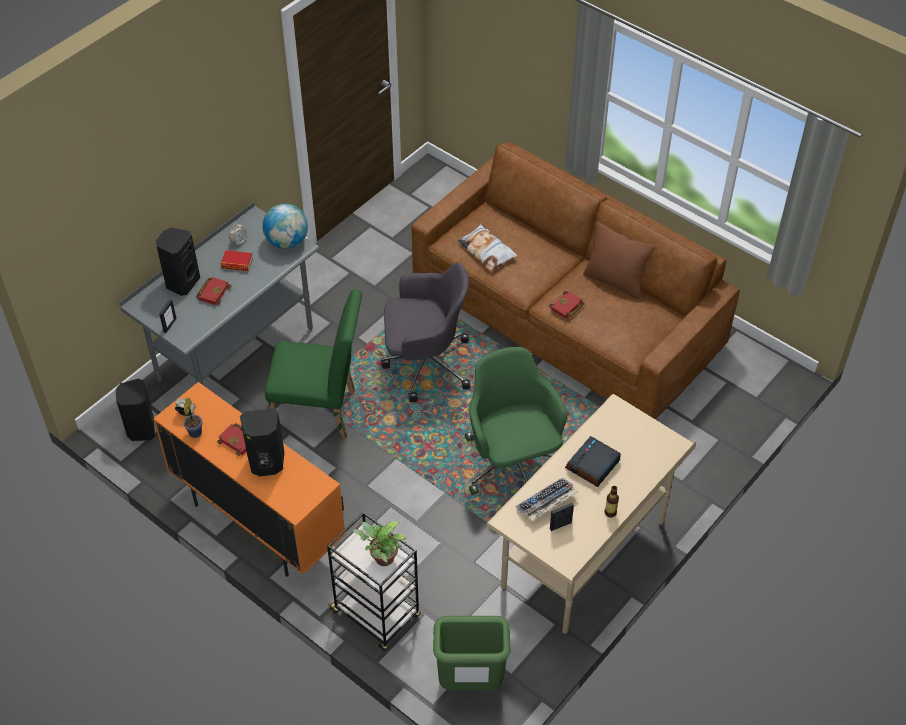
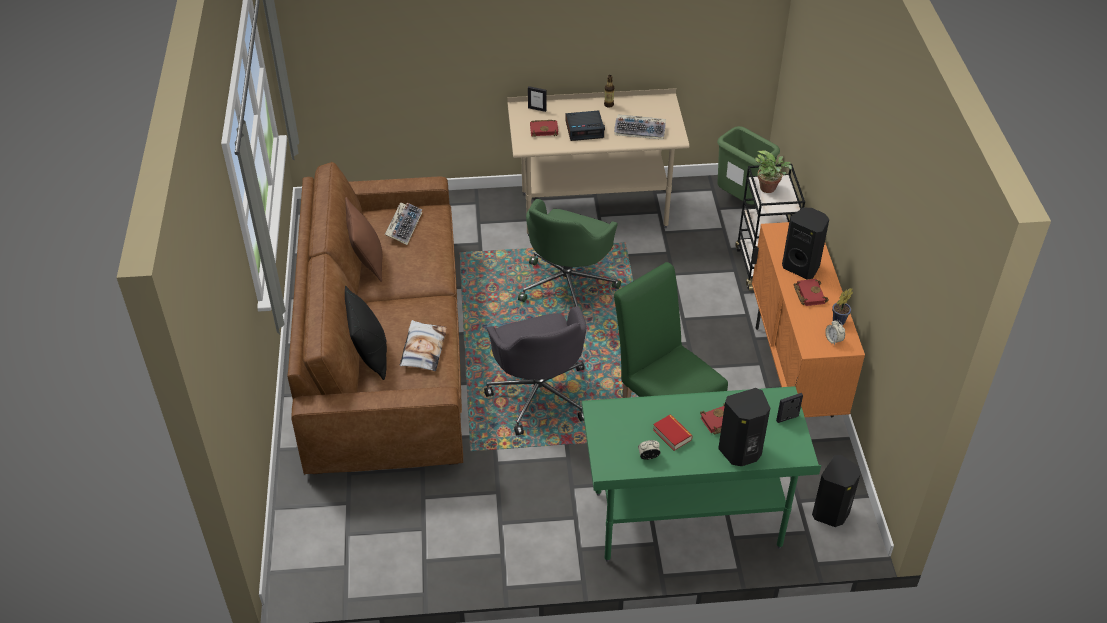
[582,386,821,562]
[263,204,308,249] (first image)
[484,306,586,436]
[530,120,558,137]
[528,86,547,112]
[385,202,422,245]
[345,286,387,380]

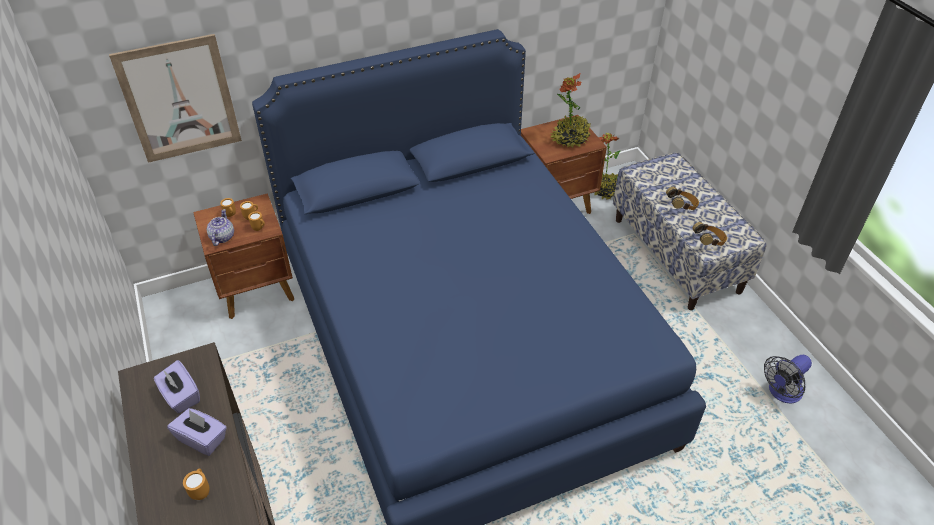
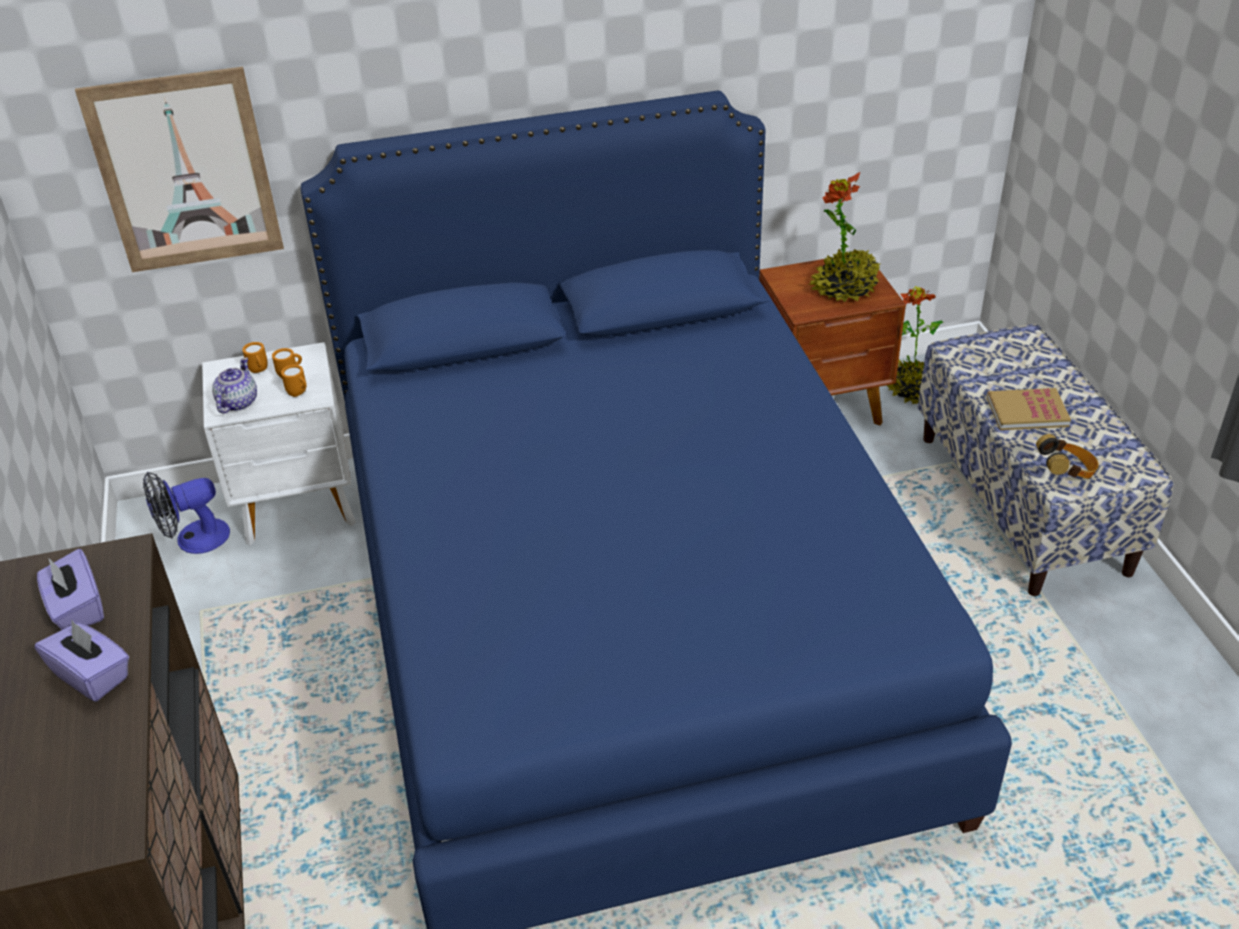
[987,388,1071,430]
[202,342,356,545]
[143,472,230,554]
[183,468,210,500] (first image)

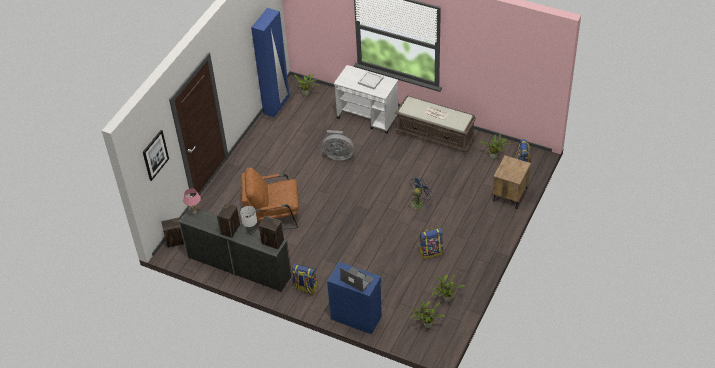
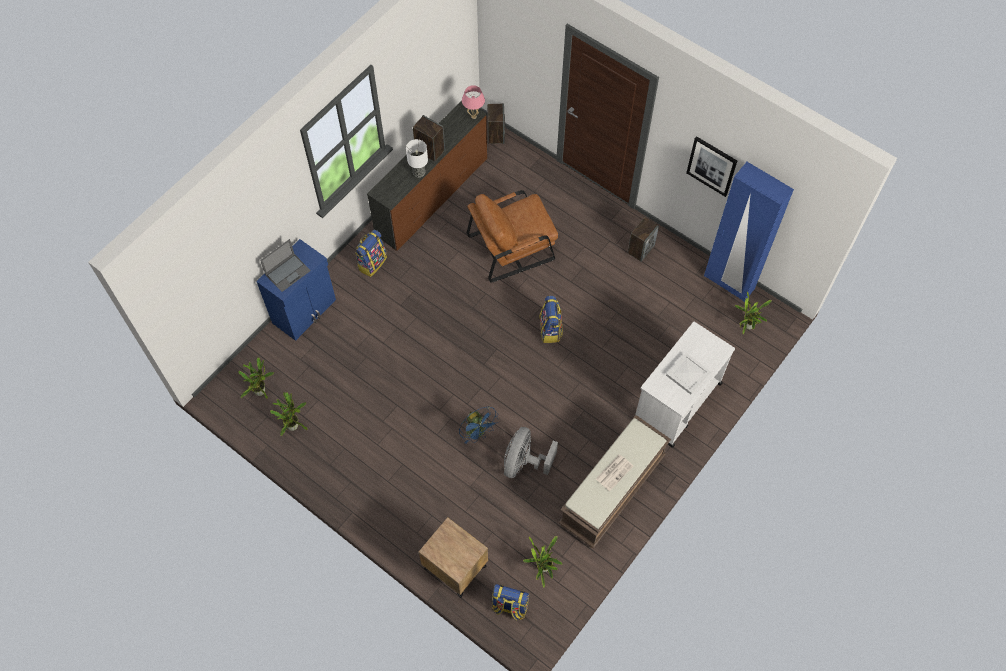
[686,136,737,197]
[504,427,558,478]
[467,190,558,282]
[627,217,659,262]
[539,296,563,343]

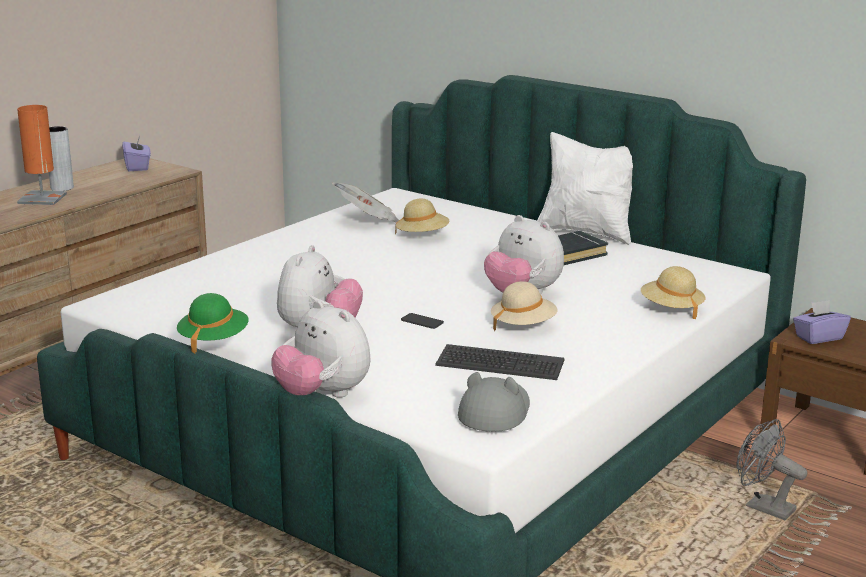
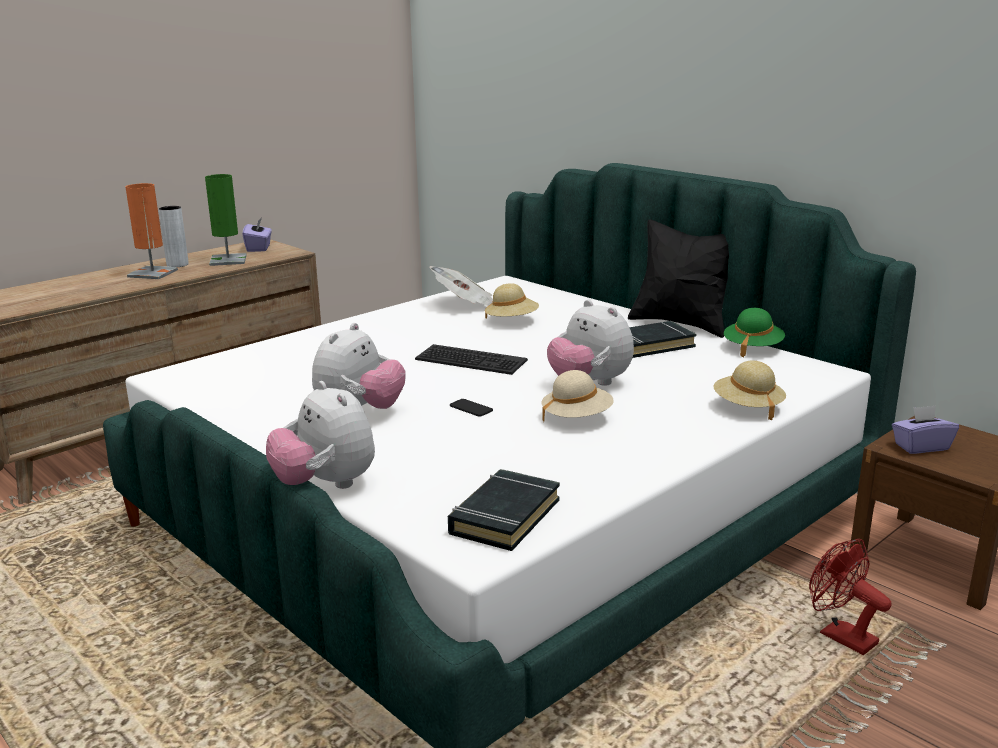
[628,219,729,338]
[724,308,785,358]
[415,344,528,375]
[448,469,560,551]
[809,539,892,655]
[205,174,247,266]

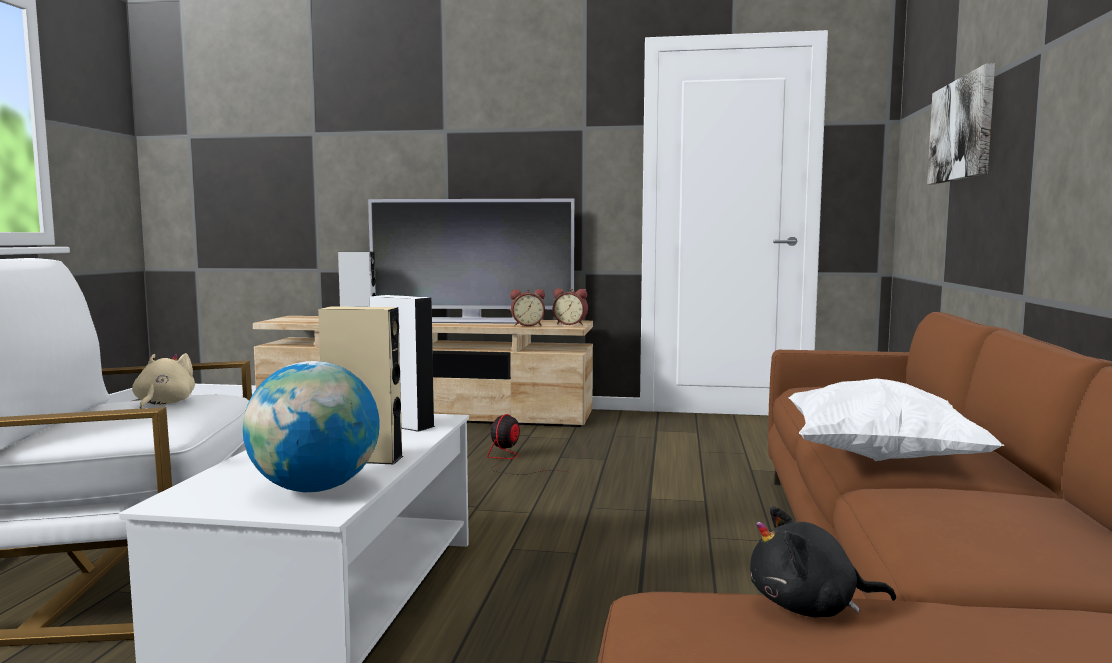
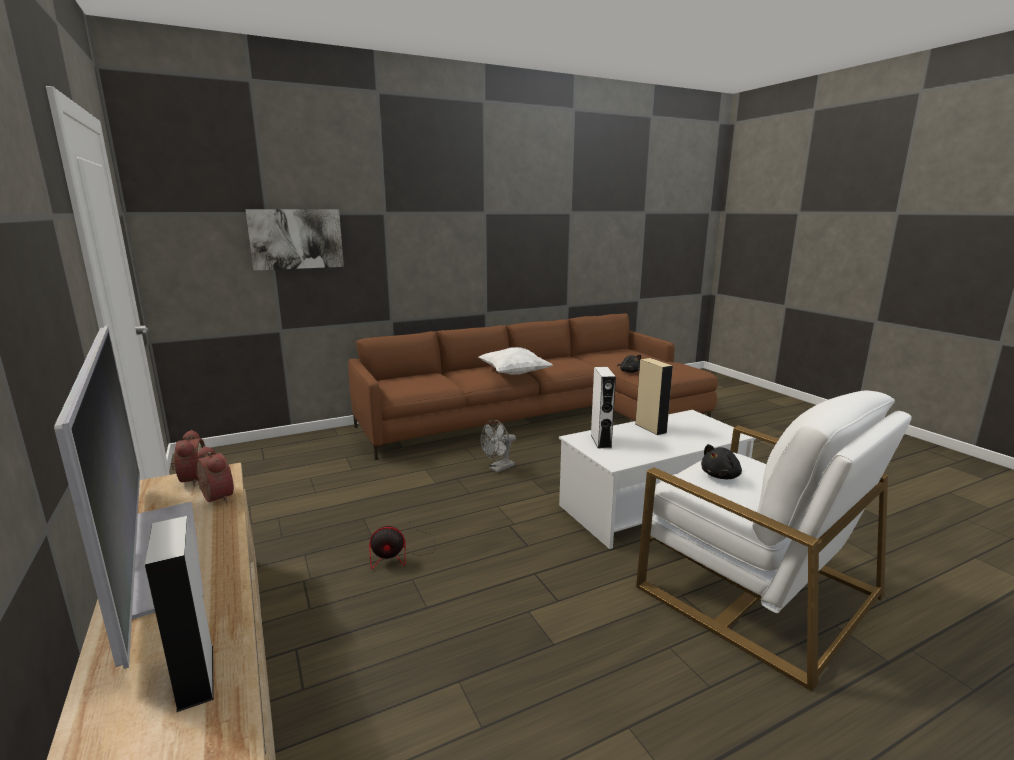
[701,444,742,479]
[243,361,380,493] (first image)
[480,420,516,473]

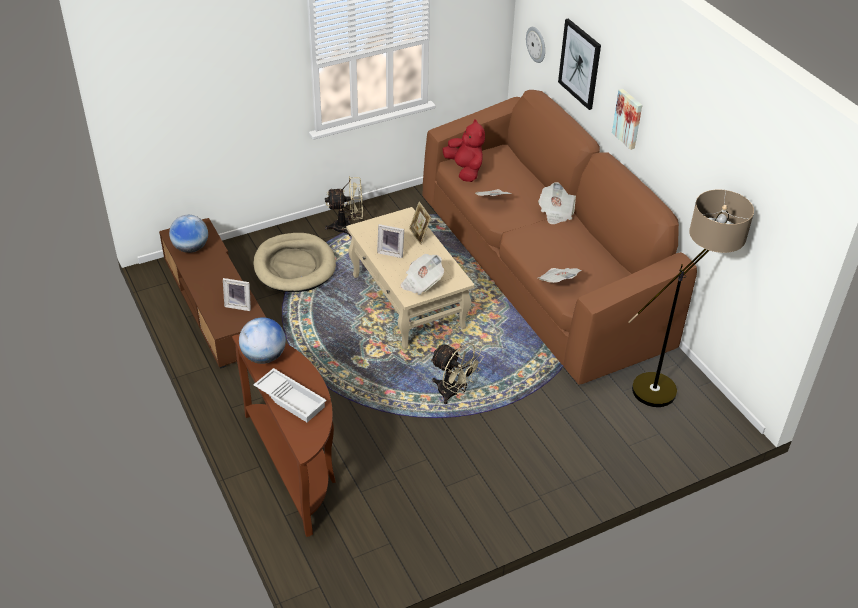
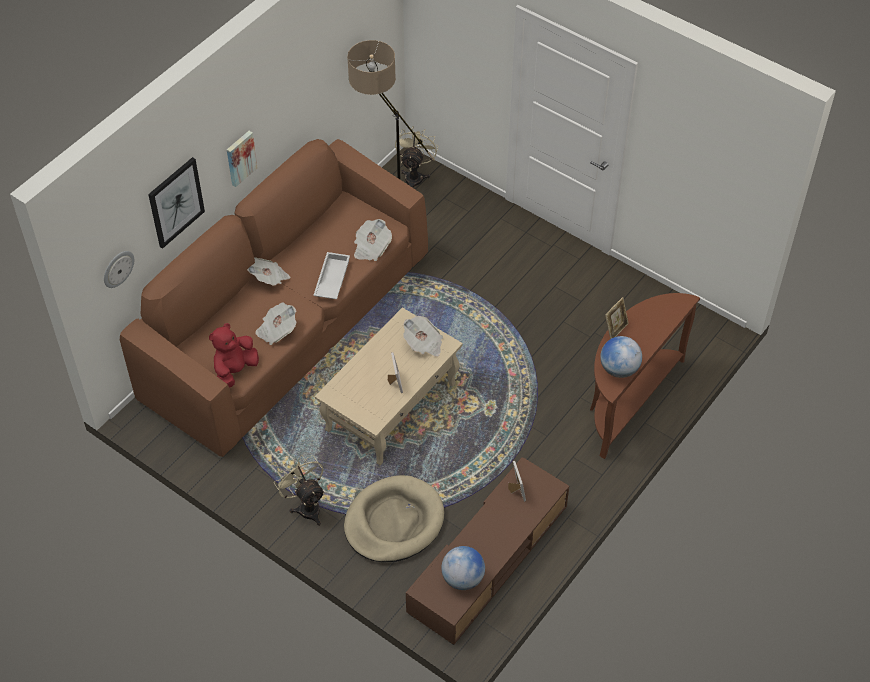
[605,297,629,339]
[395,126,438,188]
[313,252,350,299]

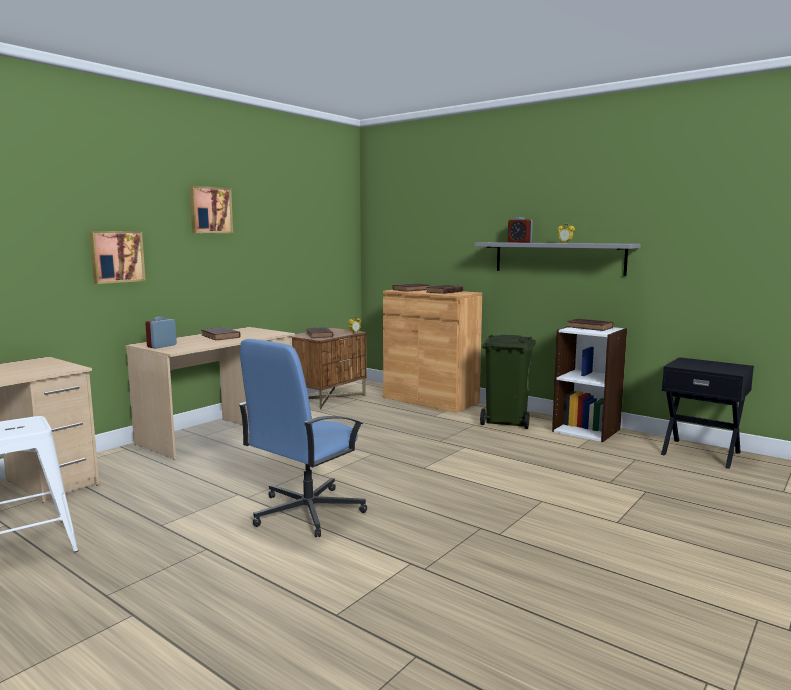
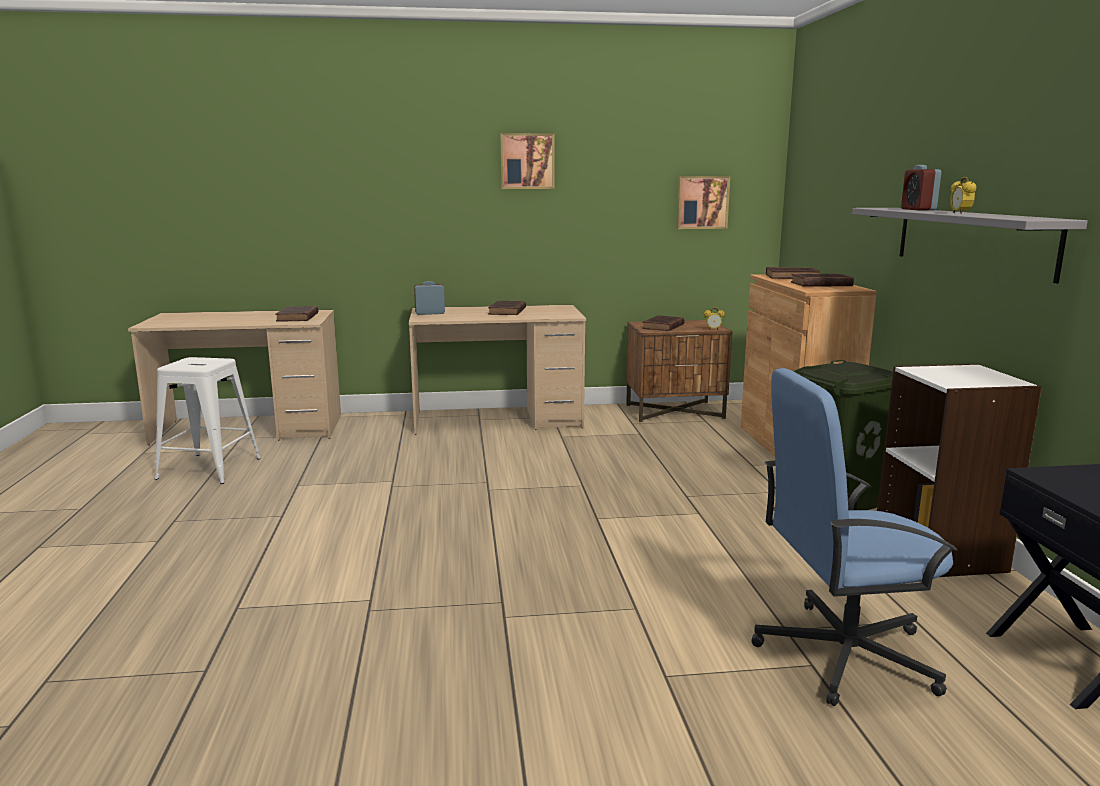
[676,176,730,229]
[275,306,318,322]
[751,368,958,706]

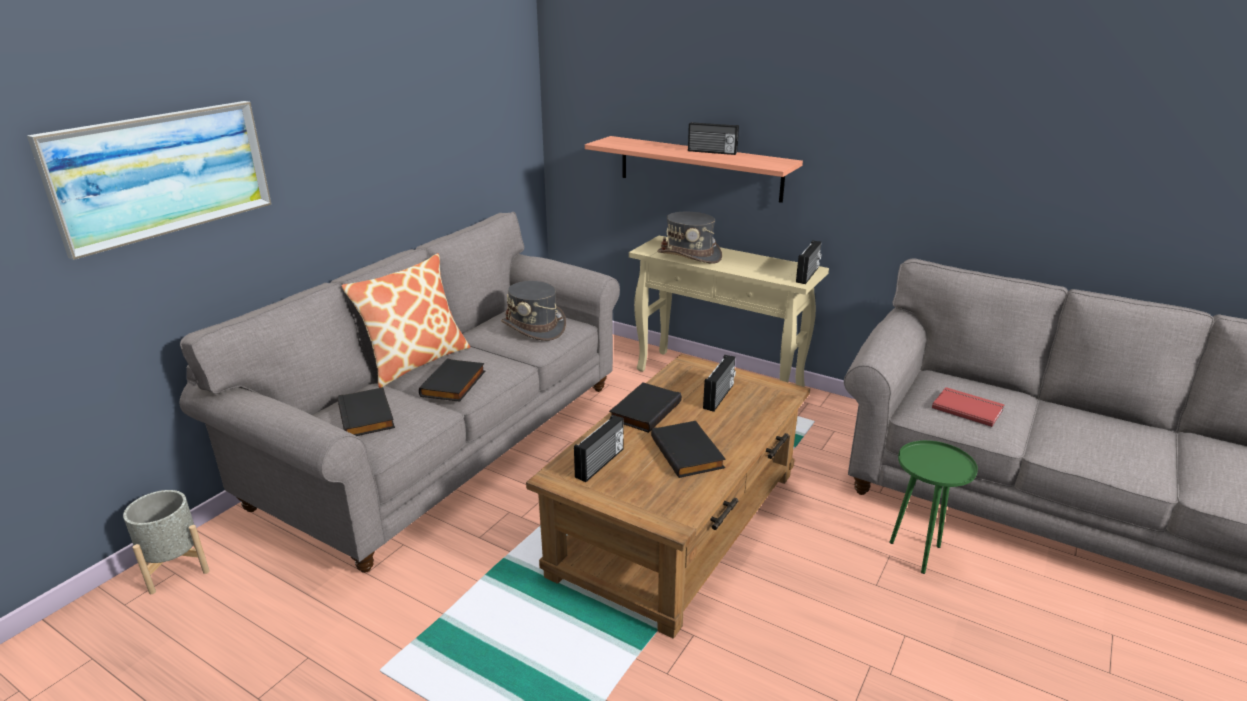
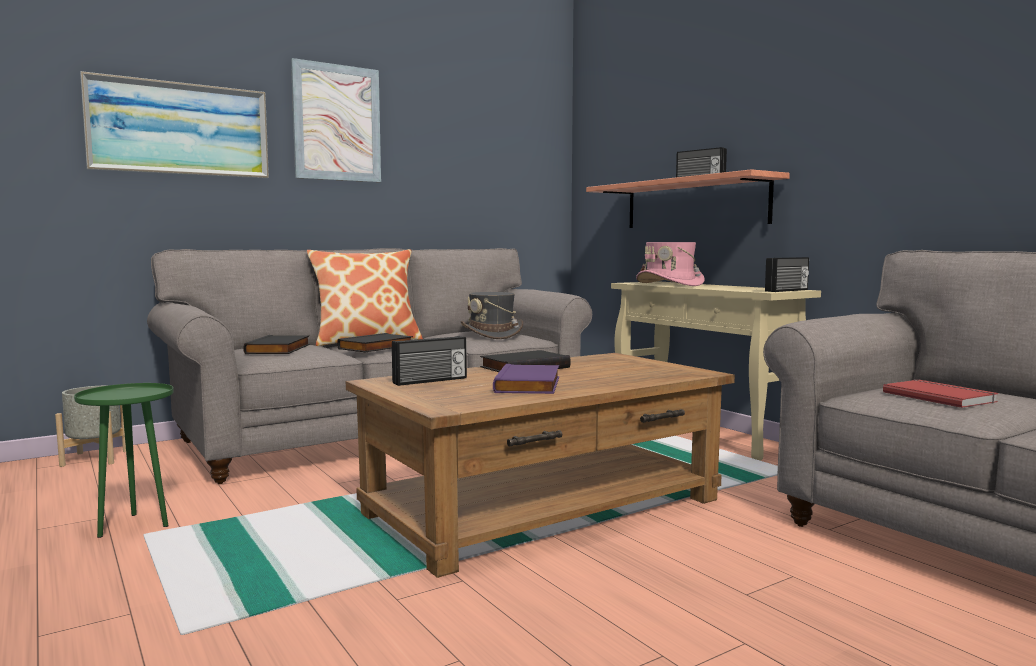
[636,242,705,286]
[703,355,736,412] (first image)
[493,364,559,394]
[74,383,174,538]
[291,58,381,182]

